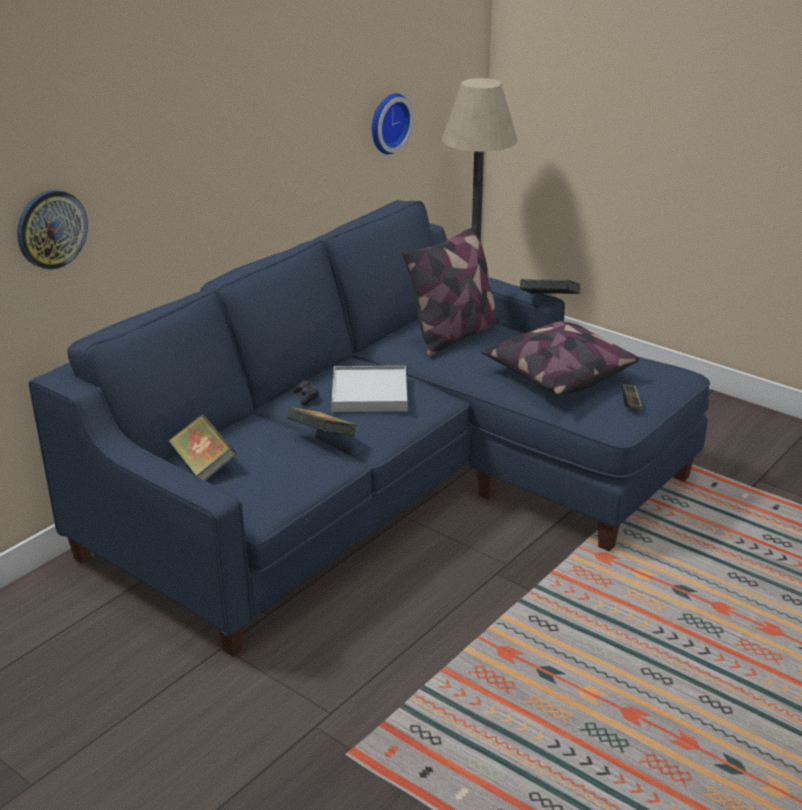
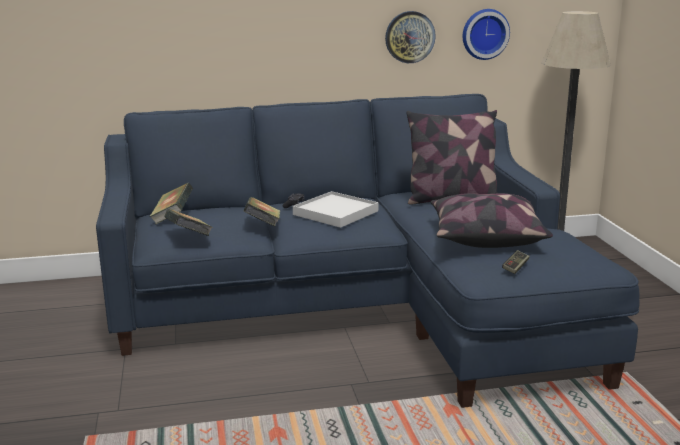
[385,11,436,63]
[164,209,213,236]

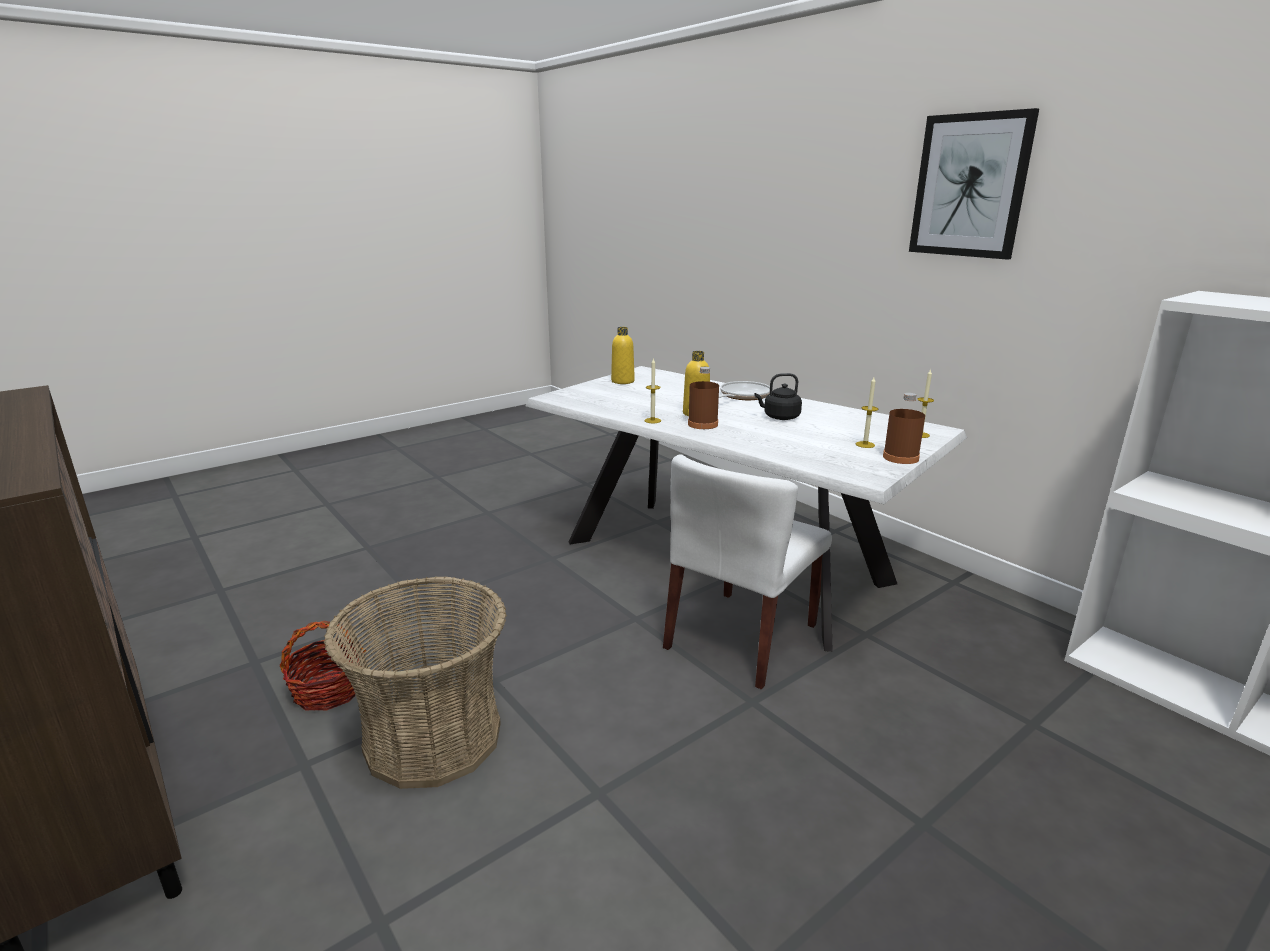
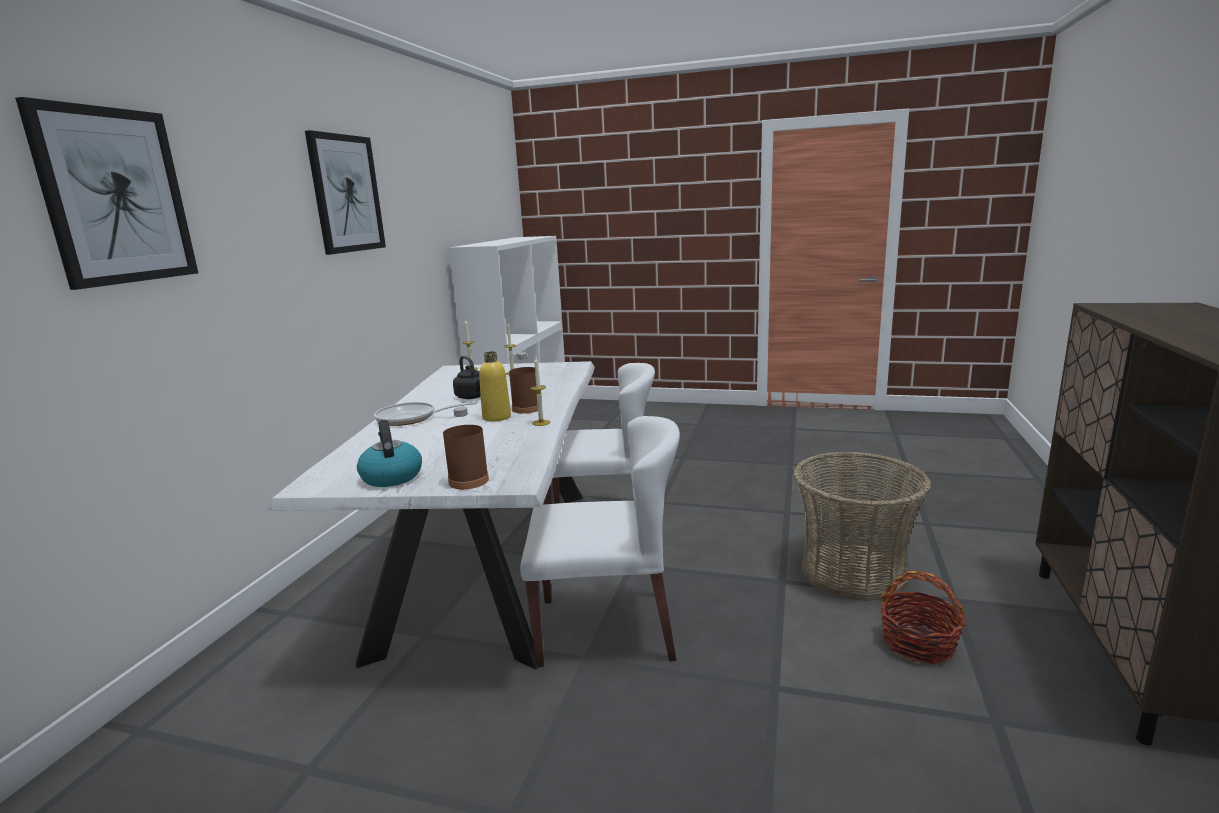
[357,420,422,487]
[443,407,489,489]
[15,97,198,290]
[520,416,680,667]

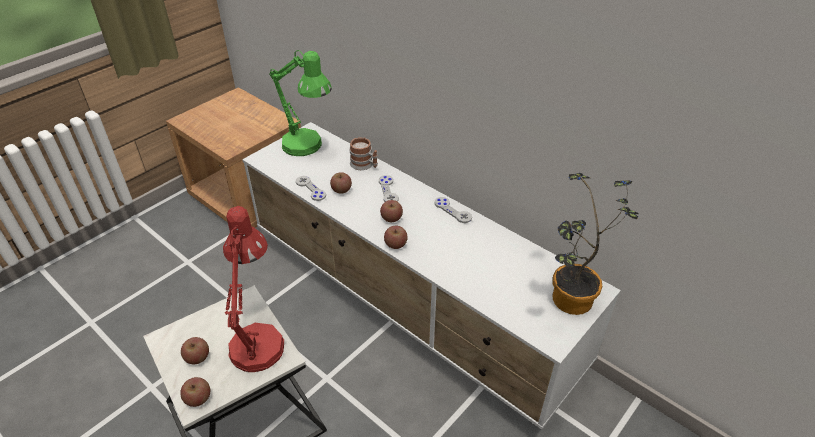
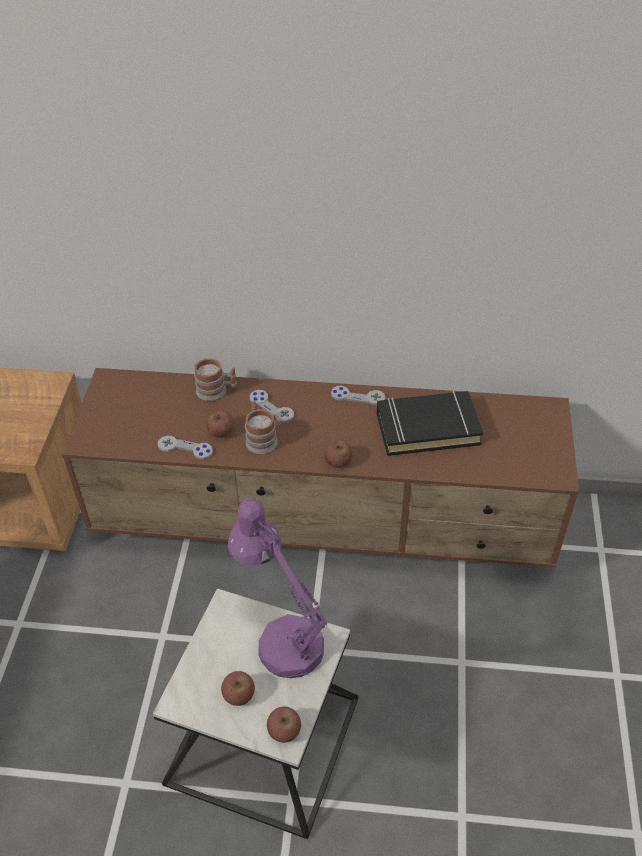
[269,50,332,156] (first image)
[61,368,579,568]
[552,173,639,315] (first image)
[380,200,403,222] (first image)
[228,498,327,678]
[377,391,483,456]
[245,400,278,454]

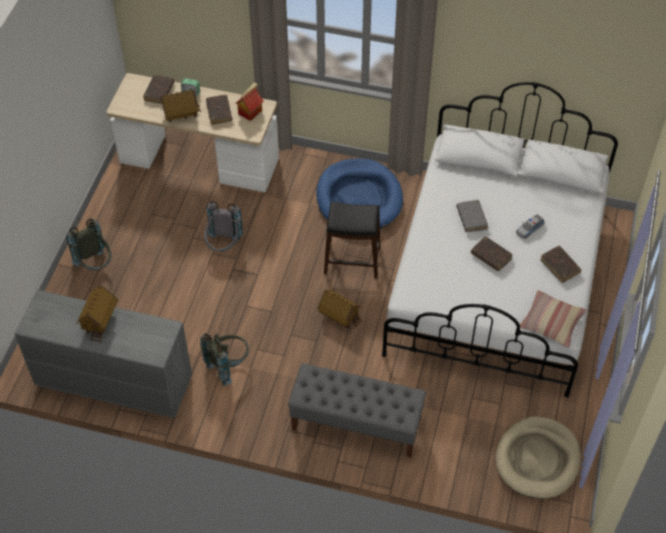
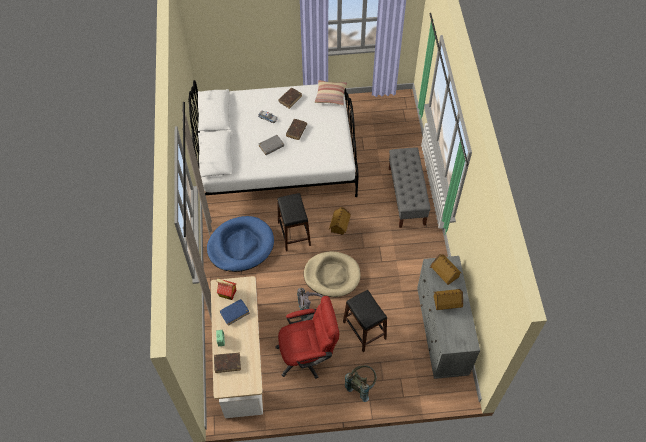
[429,254,461,285]
[220,299,249,325]
[200,333,249,386] (first image)
[304,251,361,297]
[343,290,387,352]
[275,296,339,379]

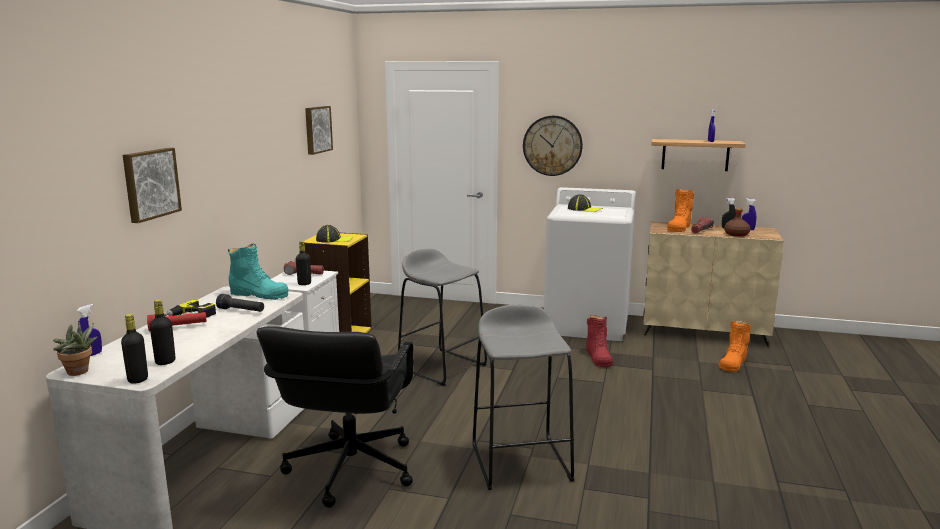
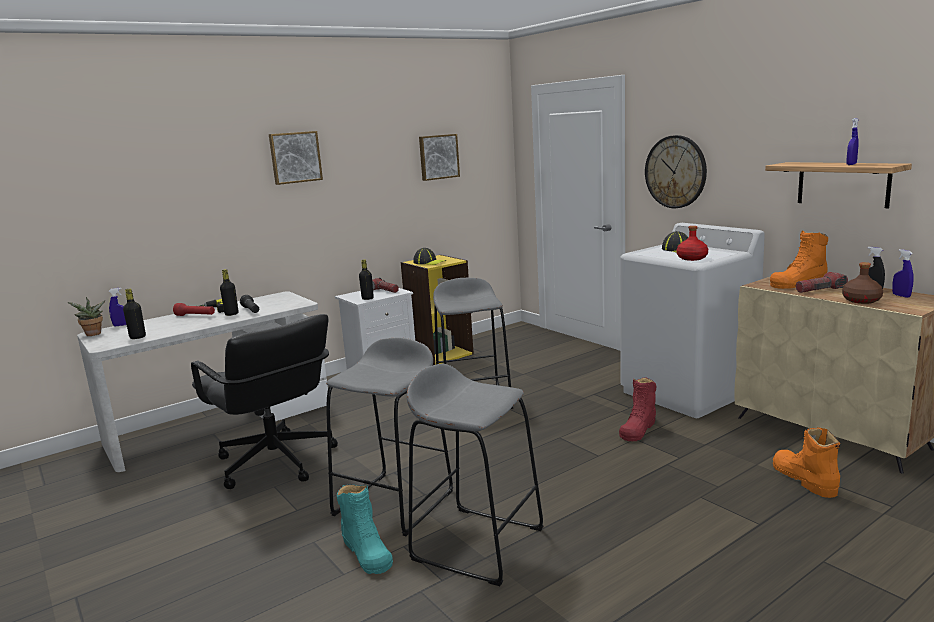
[269,131,323,185]
[337,484,393,574]
[220,269,238,316]
[773,428,840,498]
[191,314,338,489]
[677,226,708,261]
[407,364,544,586]

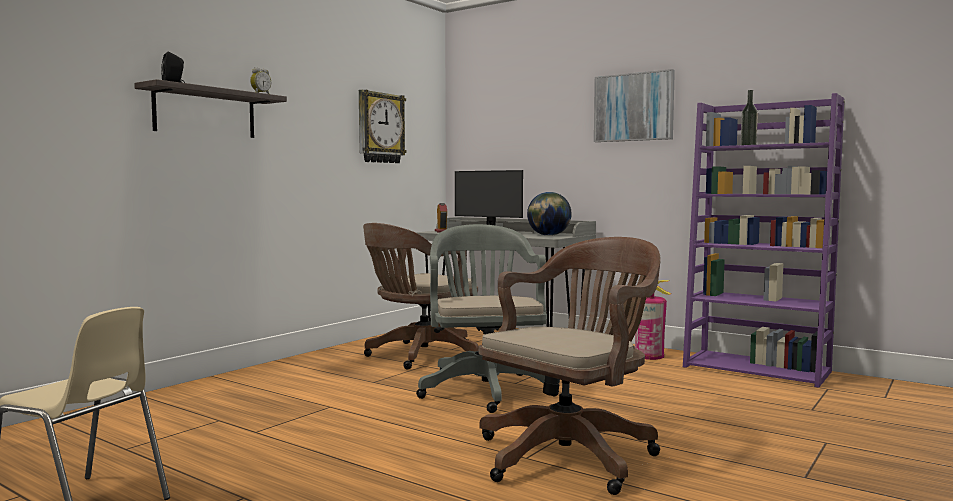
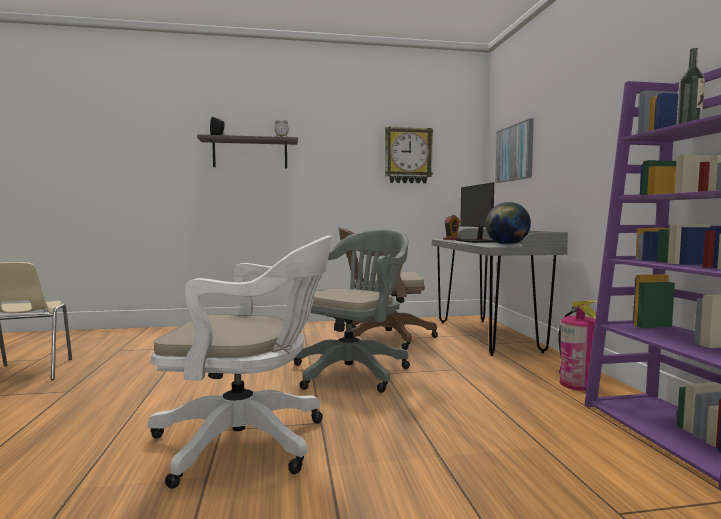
[495,118,534,183]
[147,235,332,488]

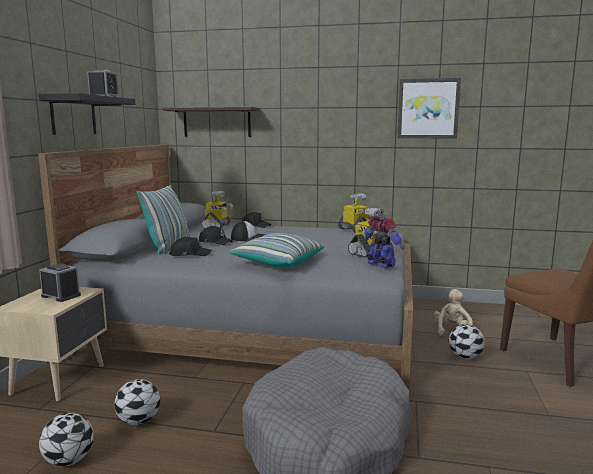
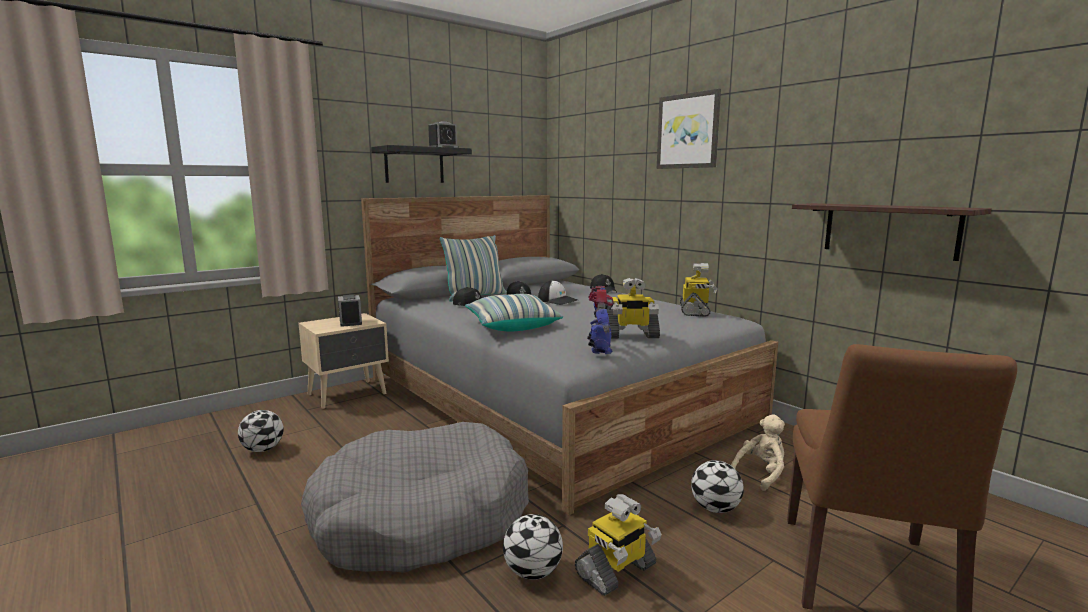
[657,89,721,169]
[792,203,992,261]
[575,494,662,596]
[503,514,563,580]

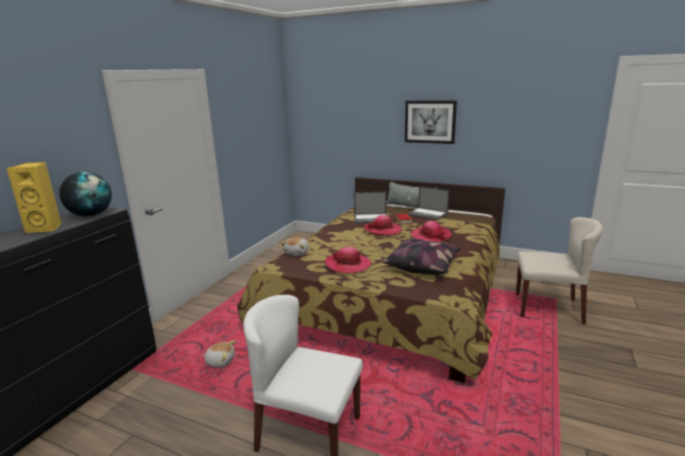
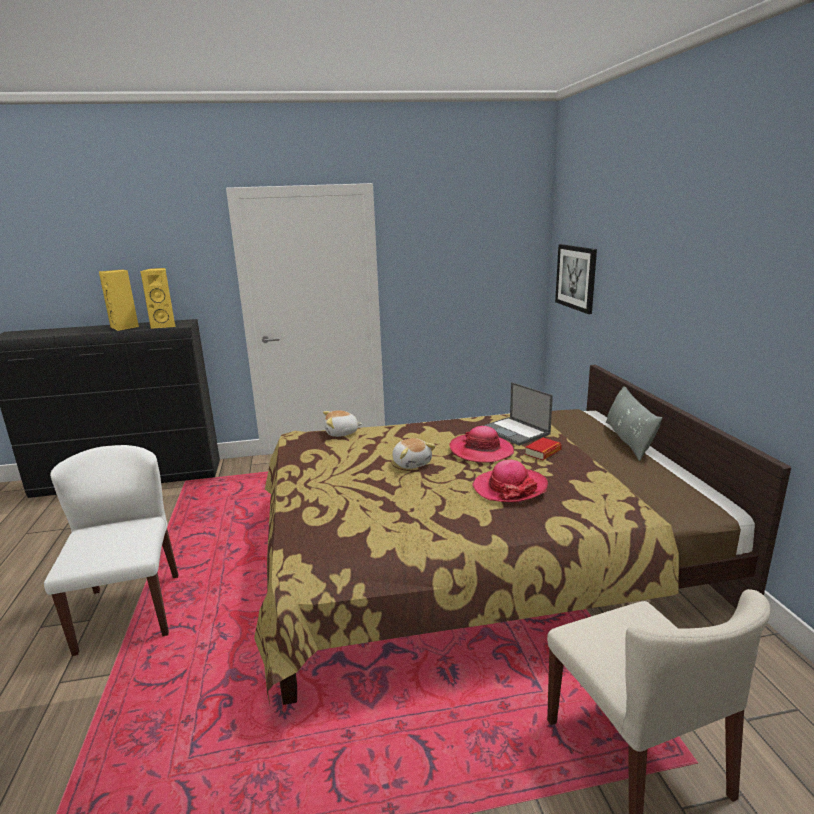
[555,244,597,314]
[140,268,175,329]
[407,186,449,220] (first image)
[382,239,461,275] (first image)
[325,247,372,273] (first image)
[392,438,436,469]

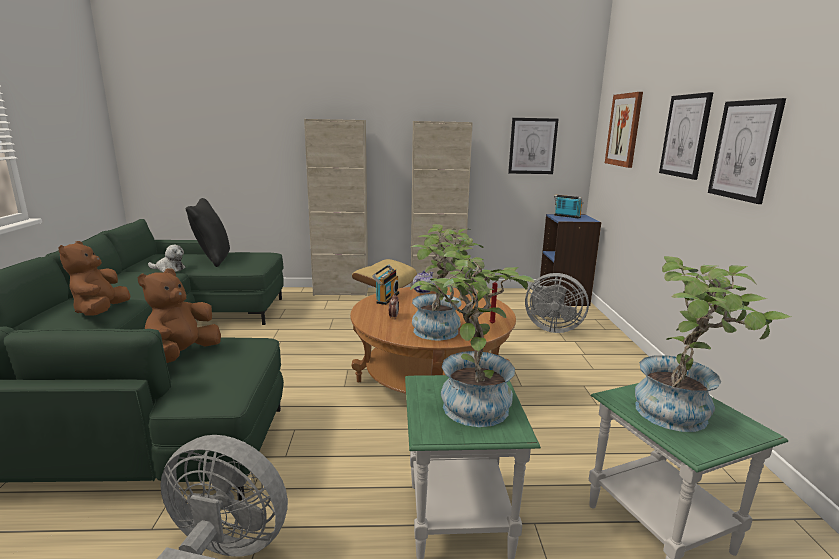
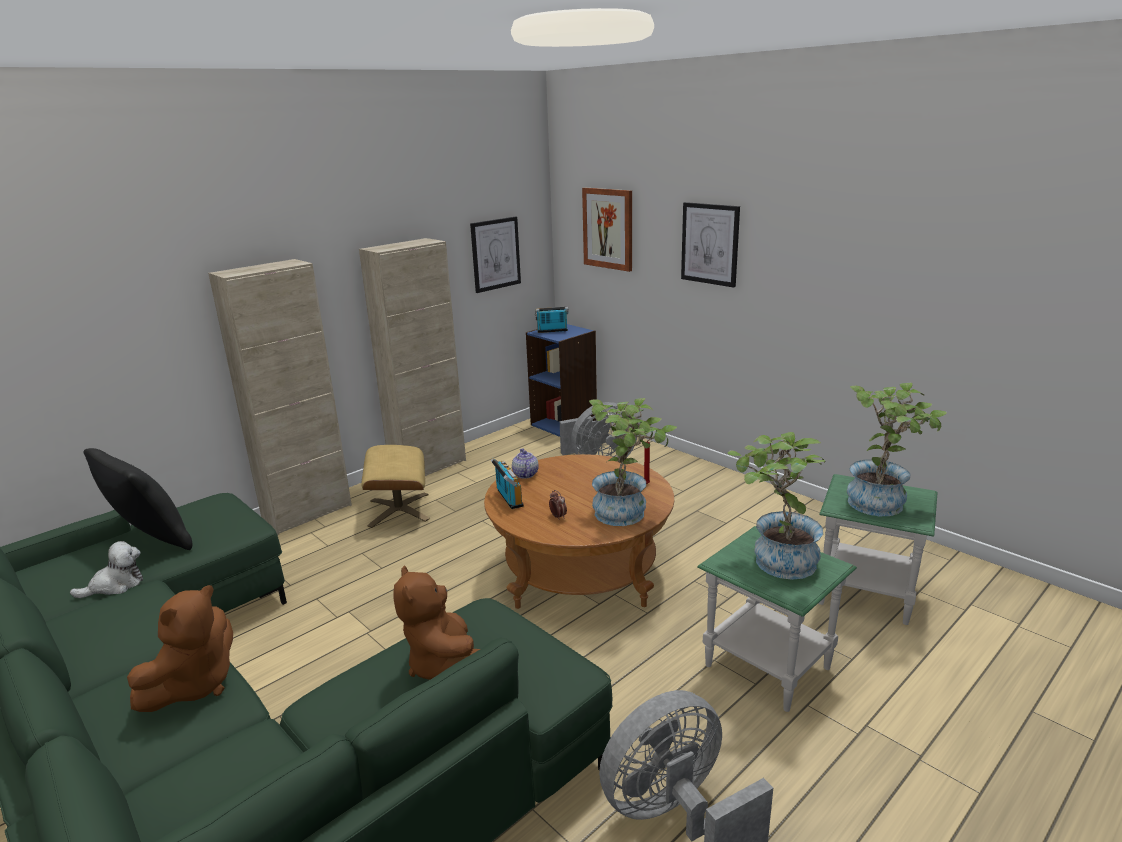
[708,98,786,204] (first image)
[127,585,233,712]

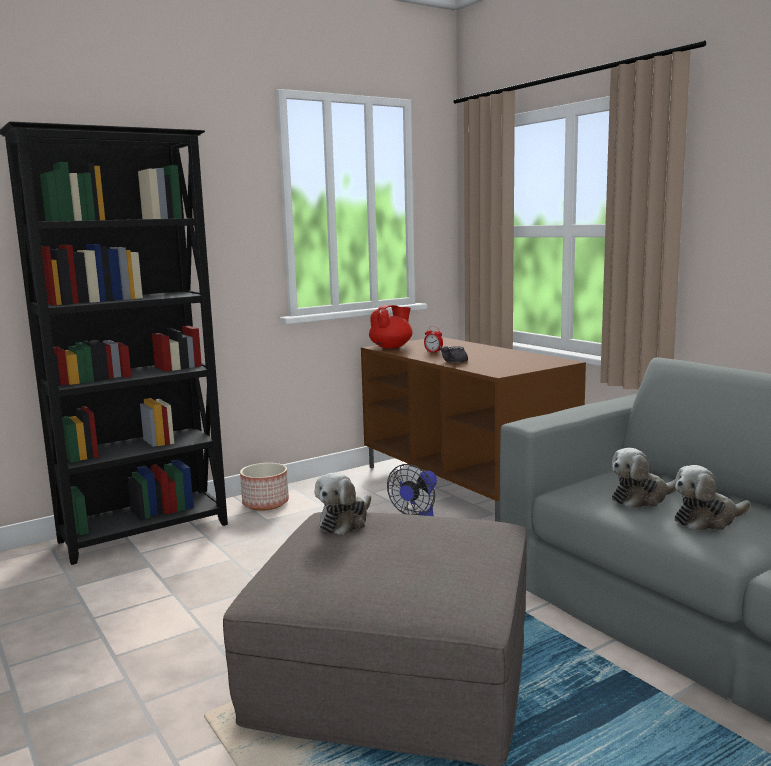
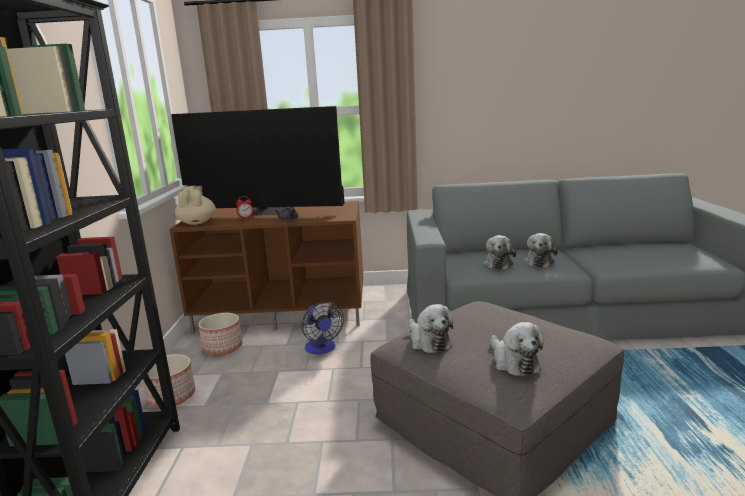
[175,185,216,225]
[171,106,345,215]
[198,313,242,356]
[491,322,544,377]

